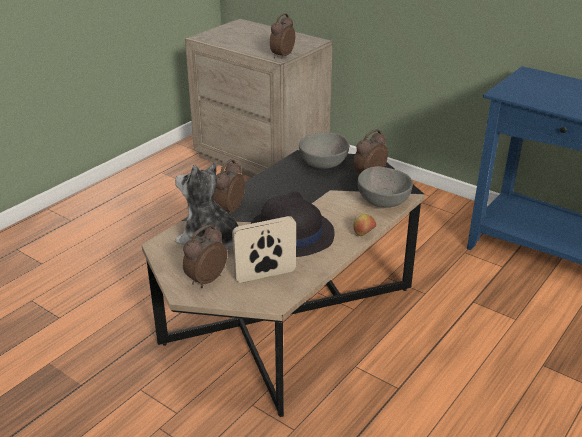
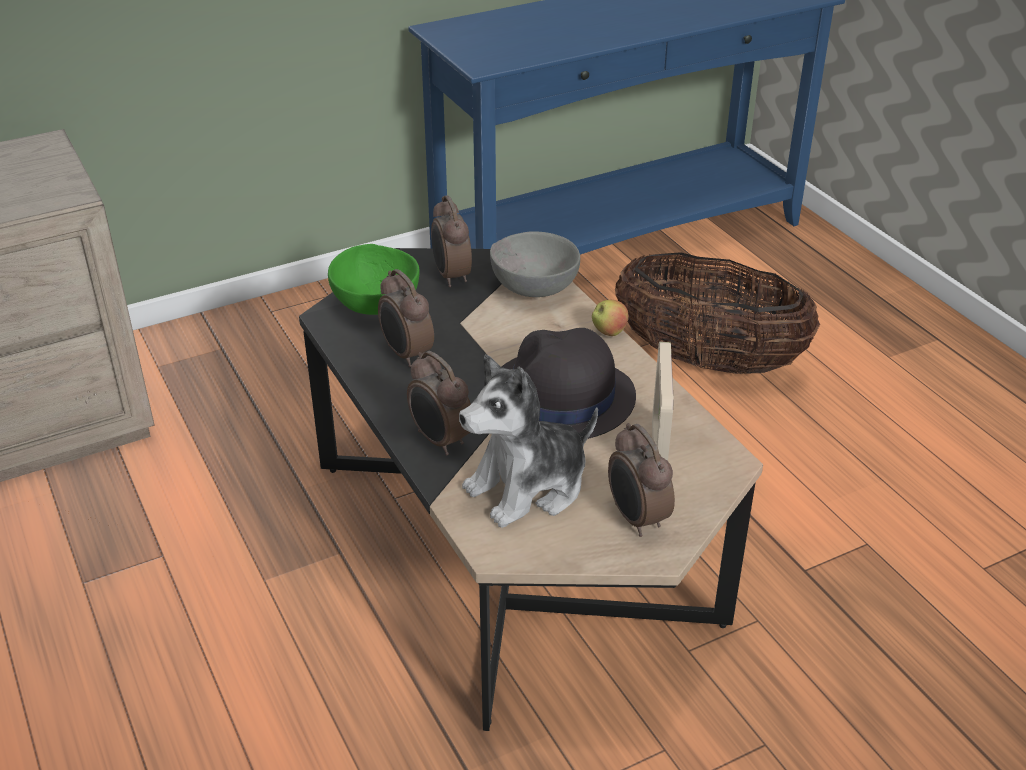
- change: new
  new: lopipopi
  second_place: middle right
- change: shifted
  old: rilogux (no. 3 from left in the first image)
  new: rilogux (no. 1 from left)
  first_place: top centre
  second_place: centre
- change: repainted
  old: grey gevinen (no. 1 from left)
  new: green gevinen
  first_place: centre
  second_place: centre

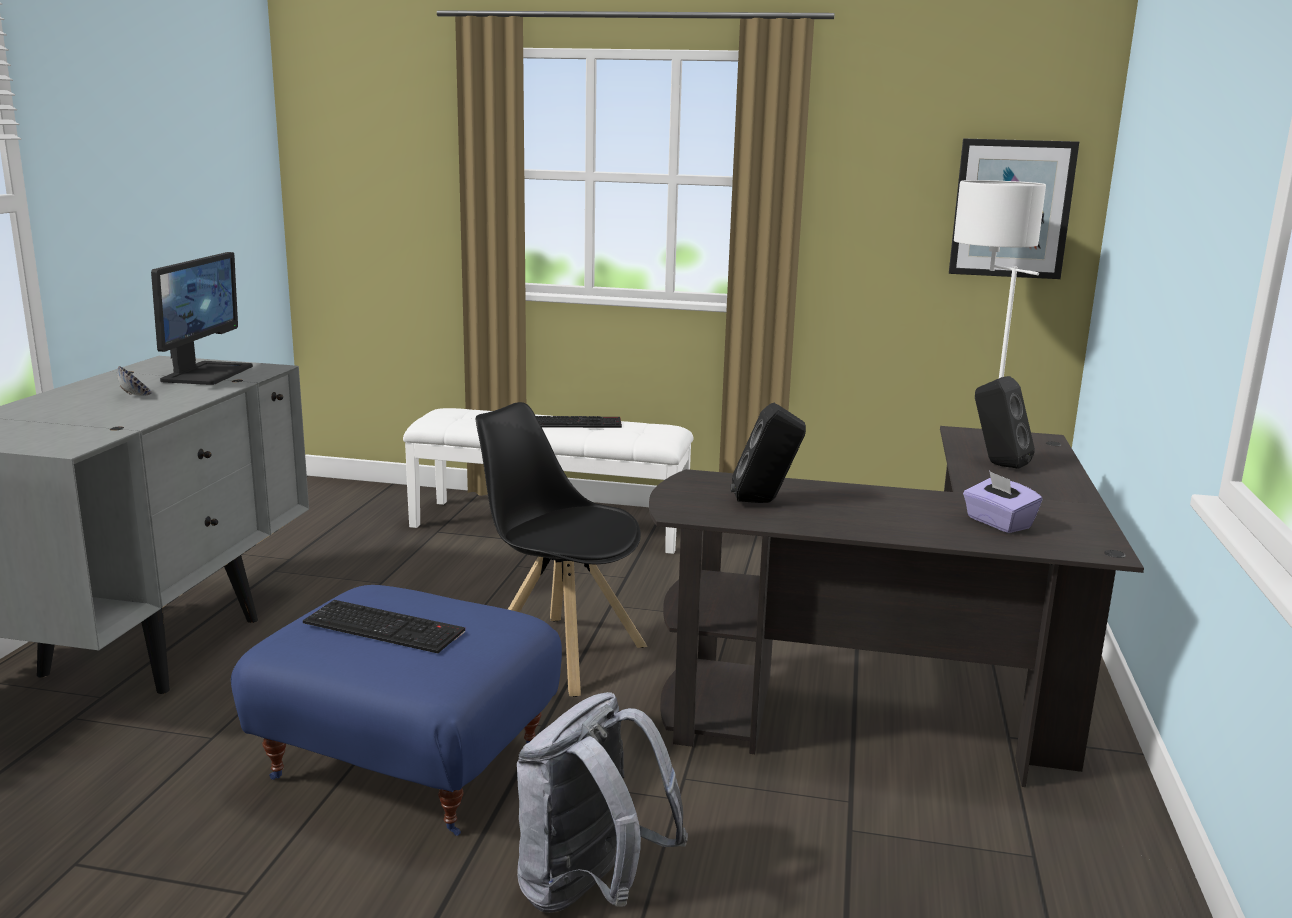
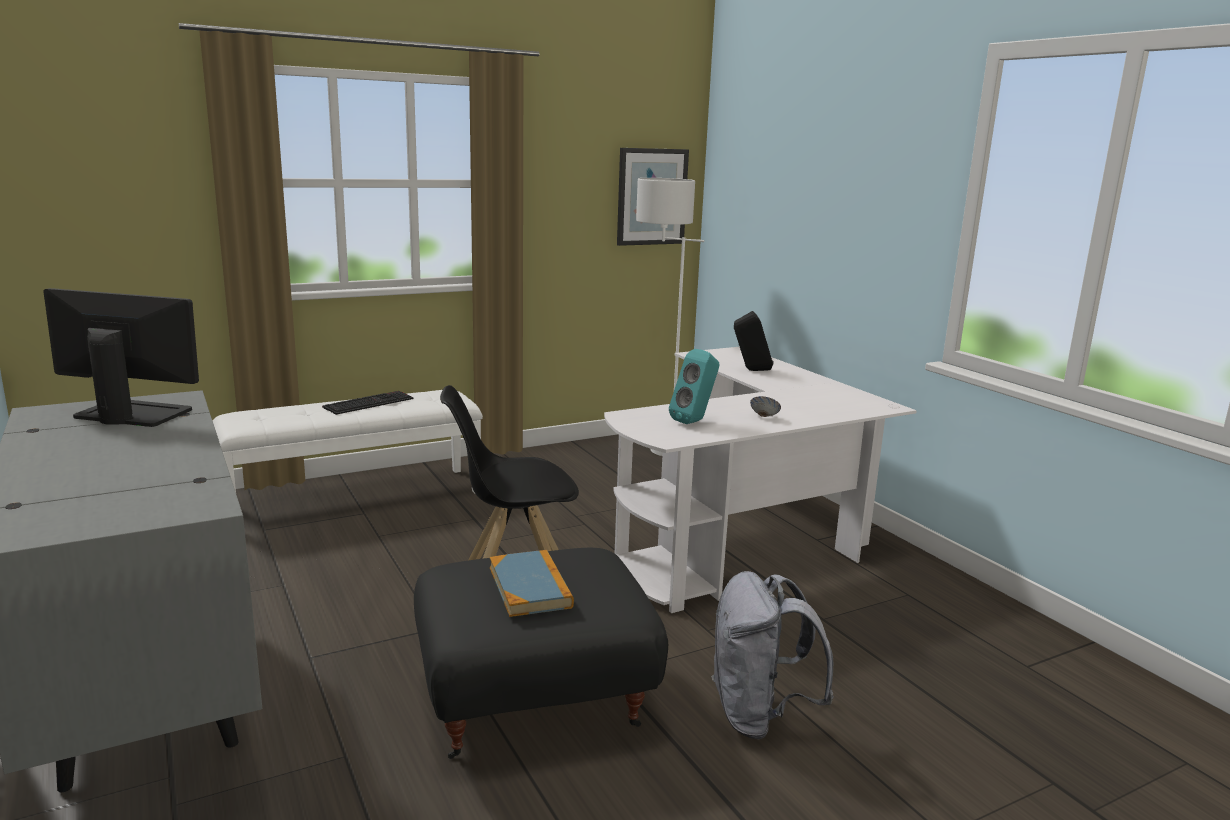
- change: gone
  old: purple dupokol
  first_place: middle right
- change: shifted
  old: gevinen
  first_place: middle left
  second_place: centre
- change: swapped
  old: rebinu (no. 1 from left)
  new: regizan
  first_place: bottom left
  second_place: bottom centre
- change: repainted
  old: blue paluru
  new: black paluru
  first_place: bottom left
  second_place: bottom centre
- change: repainted
  old: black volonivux
  new: white volonivux
  first_place: middle right
  second_place: centre
- change: repainted
  old: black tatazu (no. 1 from left)
  new: turquoise tatazu
  first_place: centre
  second_place: centre
- change: rotated
  old: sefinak
  first_place: middle left
  second_place: middle left
  degrees: -45

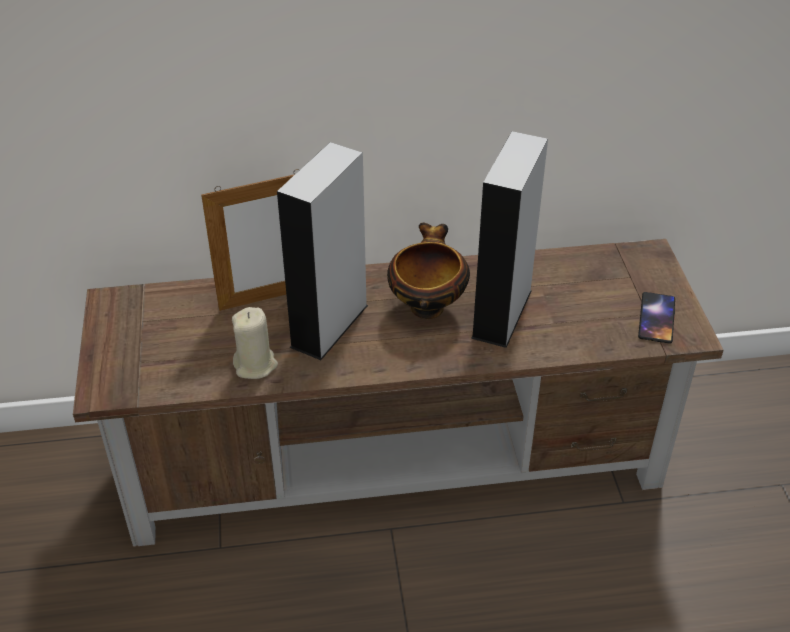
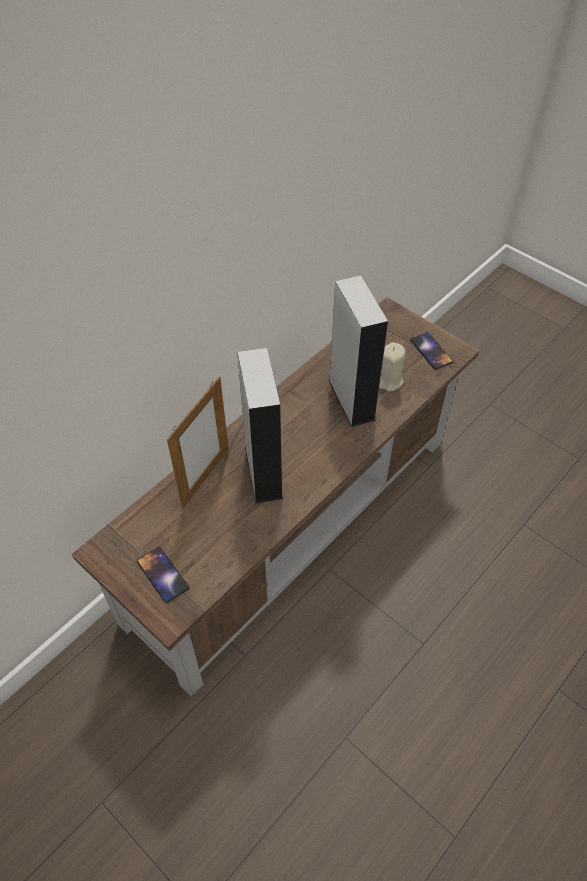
- change: gone
  old: gevinen
  first_place: centre
- change: new
  new: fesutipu (no. 1 from left)
  second_place: middle left
- change: shifted
  old: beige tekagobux
  first_place: middle left
  second_place: middle right

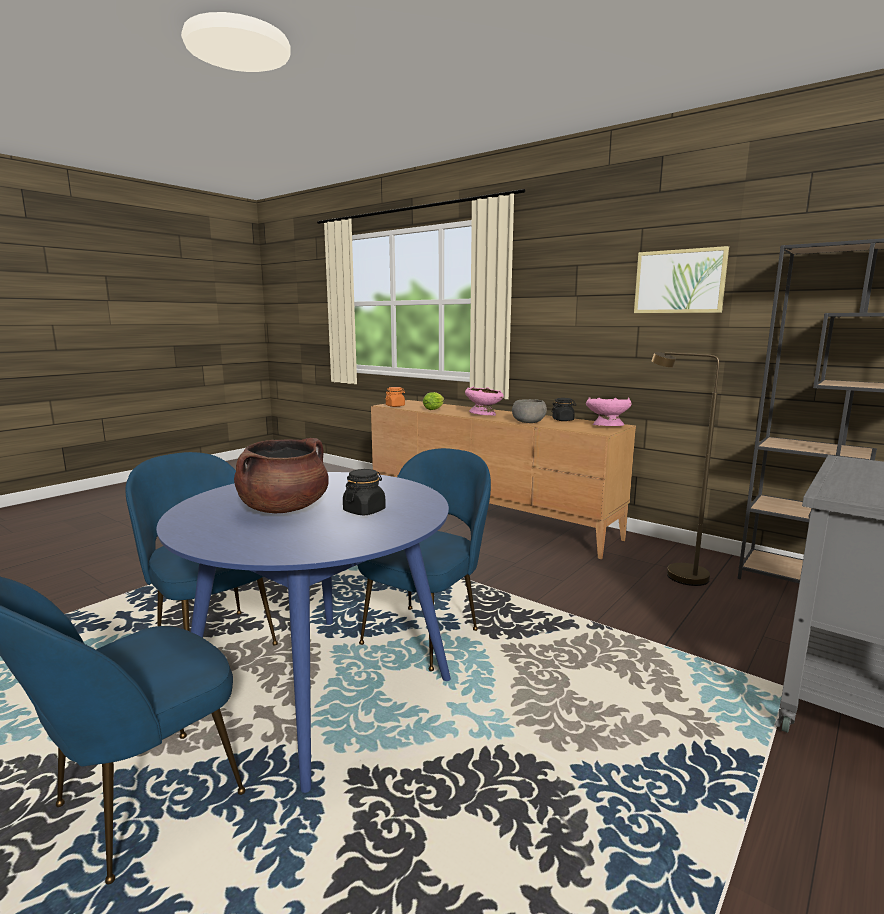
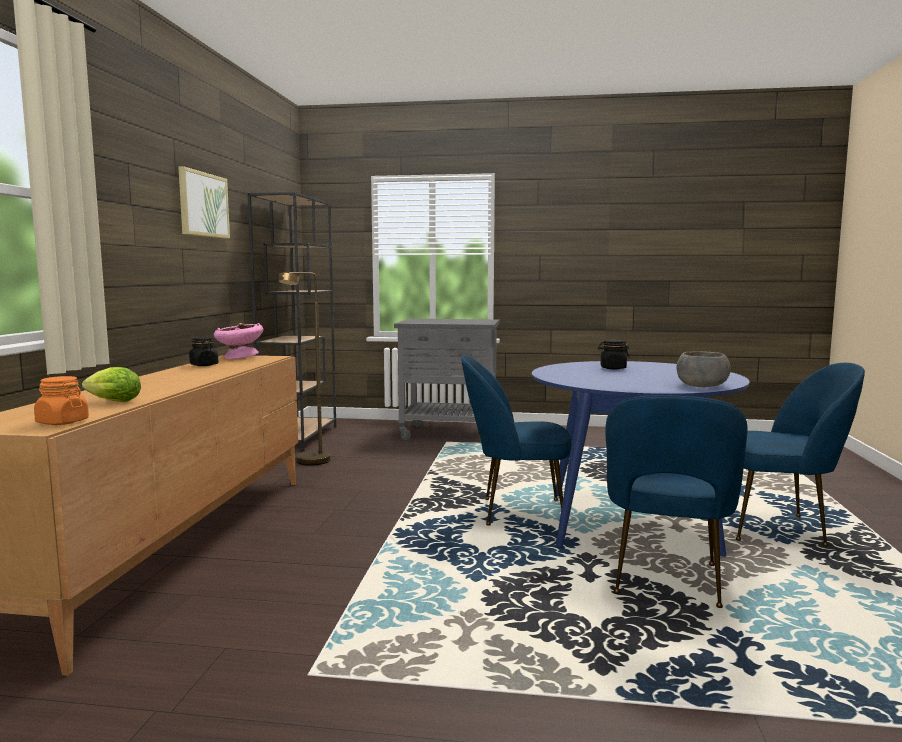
- change: gone
  old: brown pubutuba
  first_place: middle left
- change: gone
  old: pink gevinen (no. 1 from left)
  first_place: centre
- change: shifted
  old: grey gevinen
  first_place: centre
  second_place: middle right

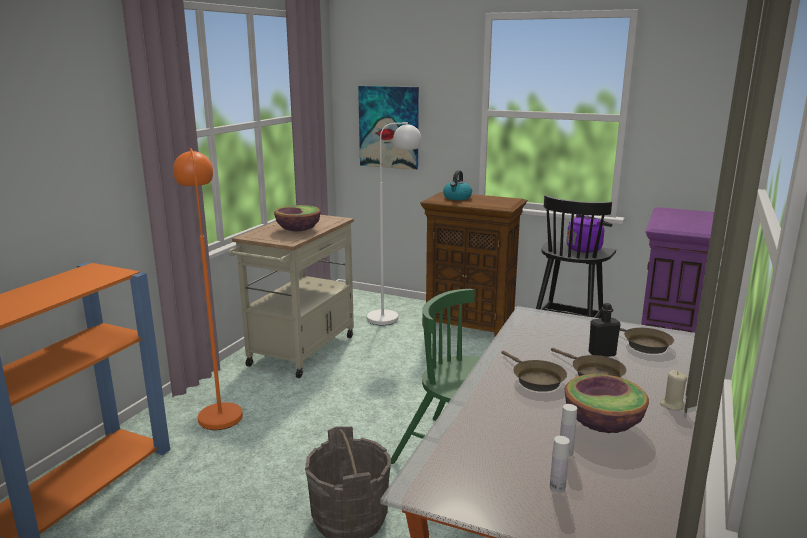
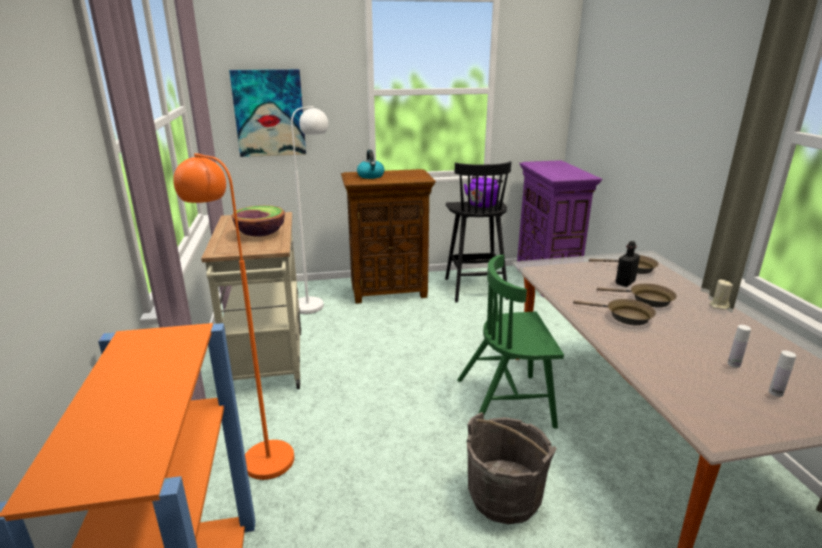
- change: gone
  old: gevinen (no. 2 from left)
  first_place: bottom right

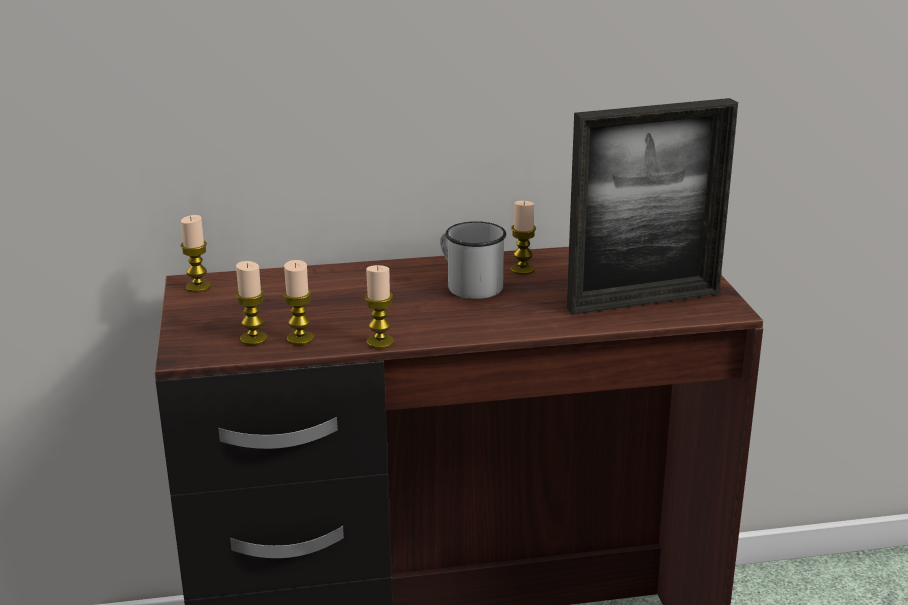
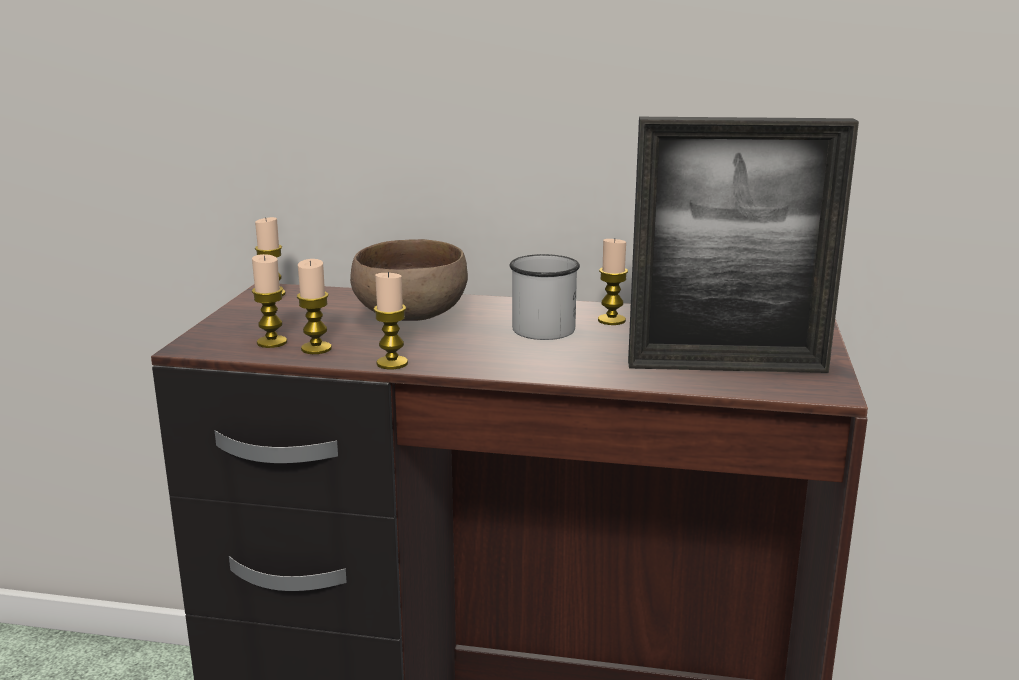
- change: new
  new: brown gevinen
  second_place: centre

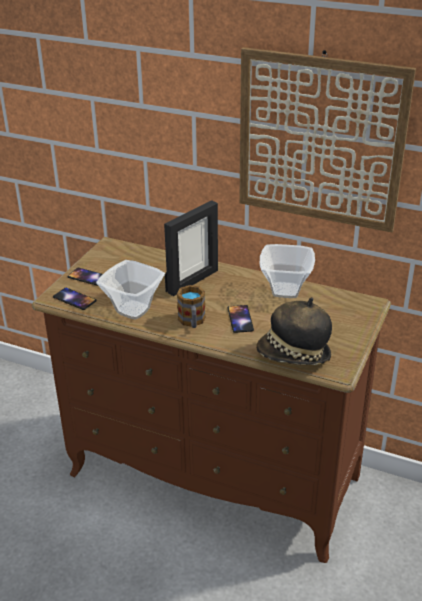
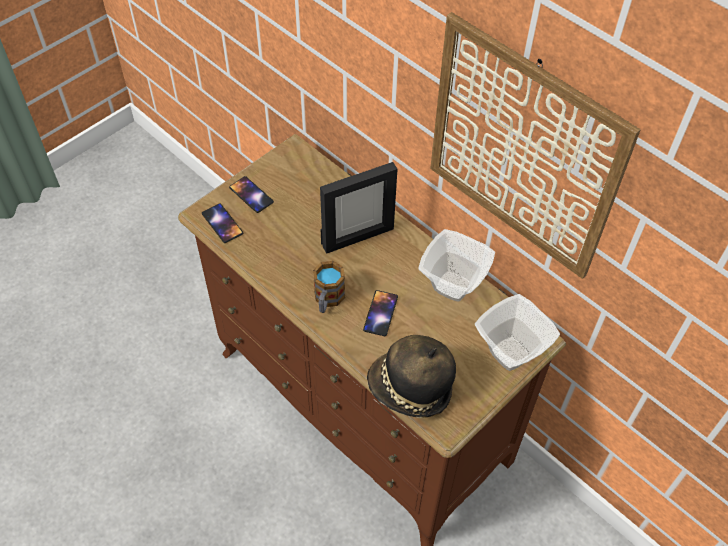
- change: shifted
  old: gevinen (no. 1 from left in the first image)
  new: gevinen (no. 2 from left)
  first_place: middle left
  second_place: middle right

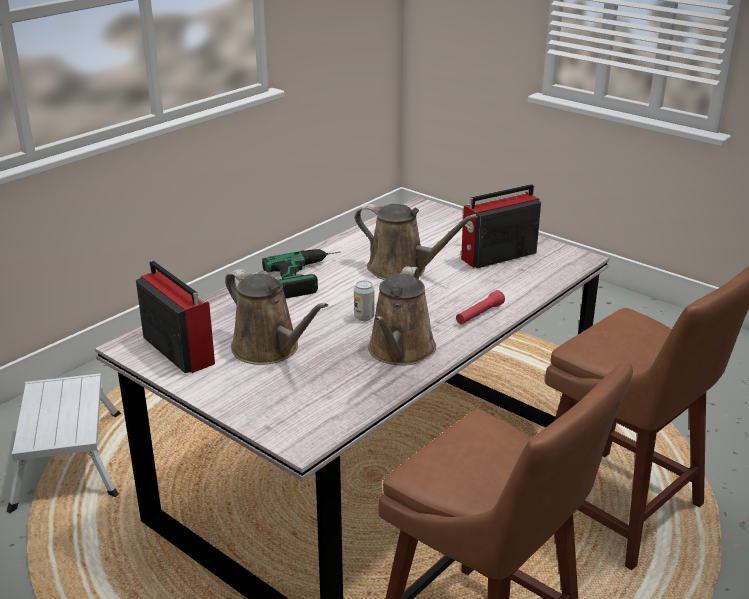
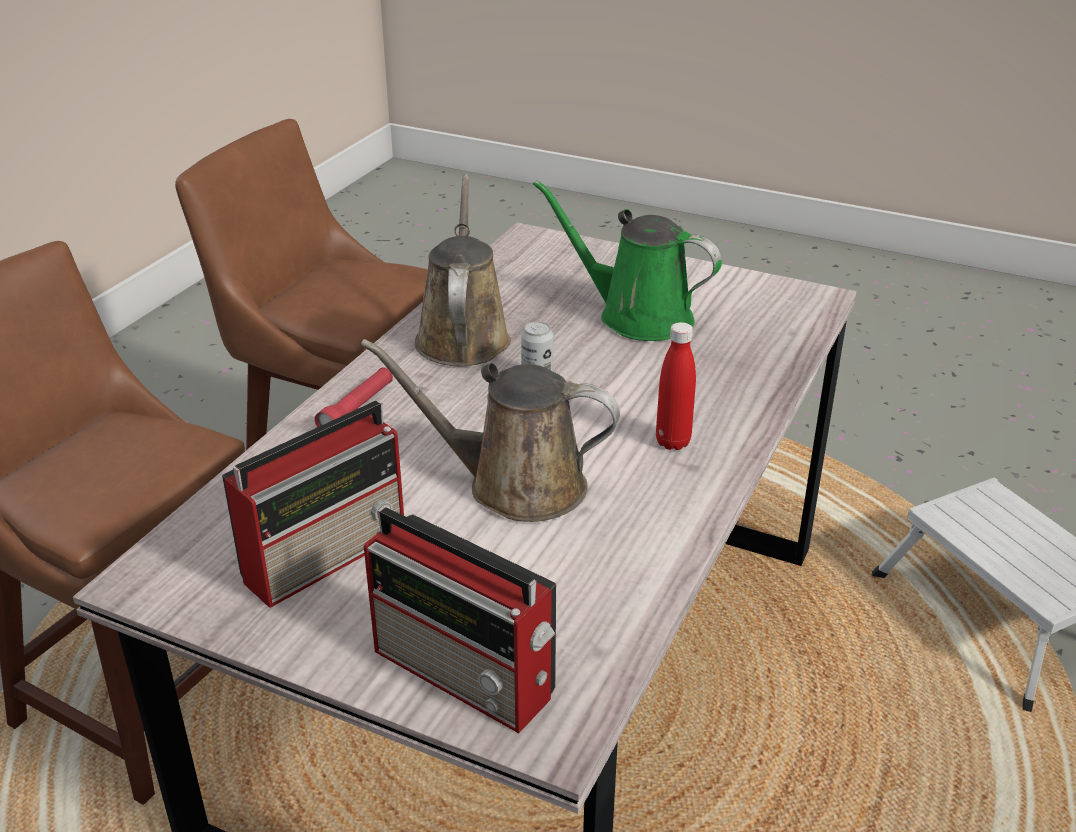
- change: shifted
  old: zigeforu (no. 1 from left in the first image)
  new: zigeforu (no. 2 from left)
  first_place: middle left
  second_place: bottom centre
- change: swapped
  old: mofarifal
  new: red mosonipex
  first_place: centre
  second_place: centre
- change: repainted
  old: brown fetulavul (no. 1 from left)
  new: green fetulavul
  first_place: centre
  second_place: top centre

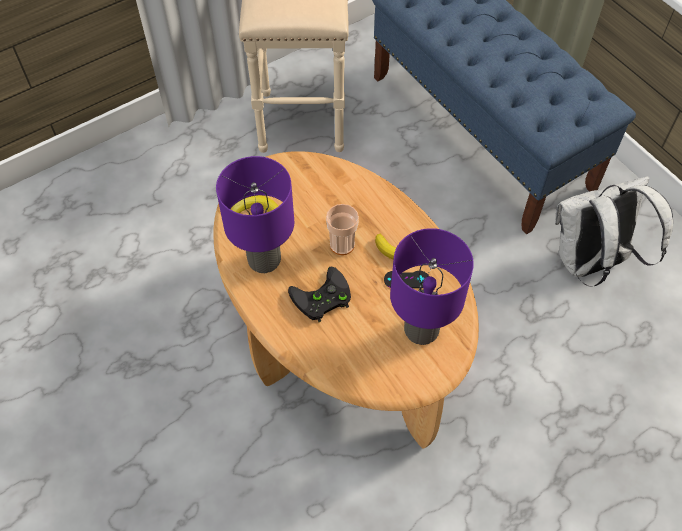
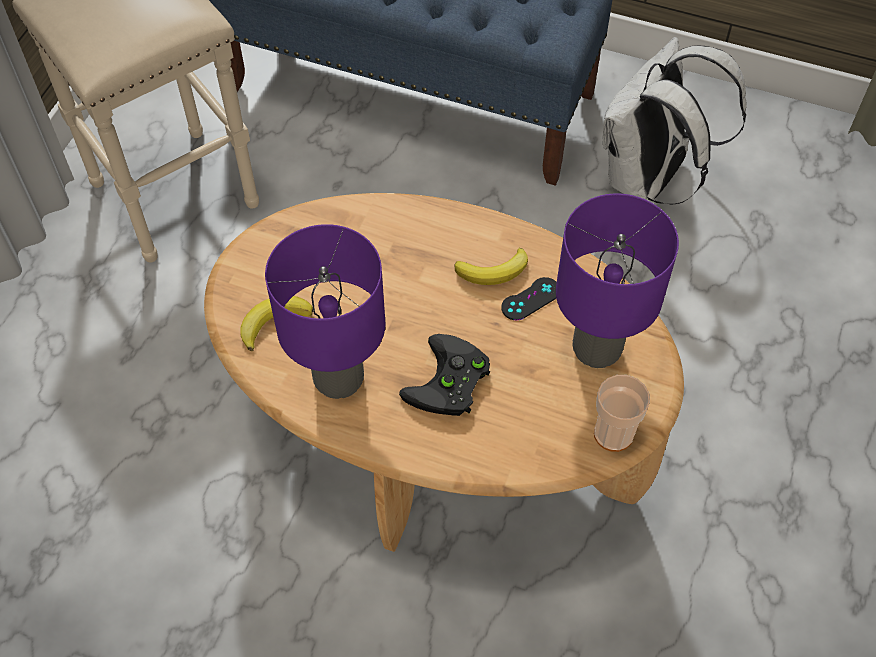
- change: shifted
  old: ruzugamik
  first_place: centre
  second_place: middle right

